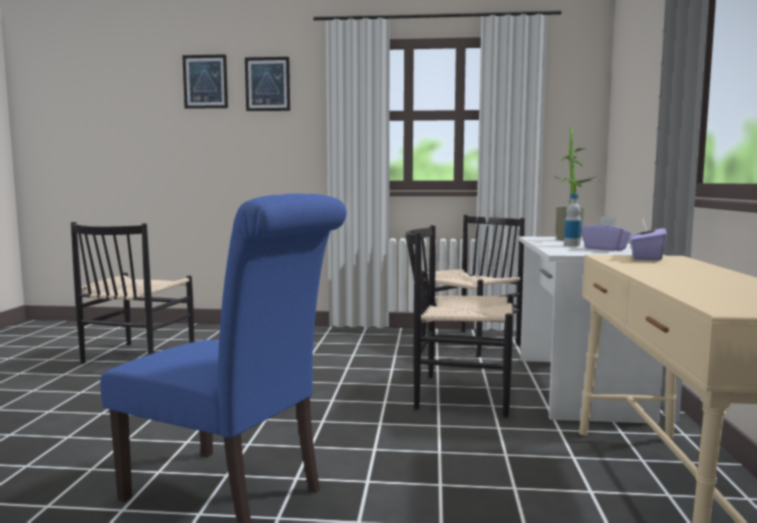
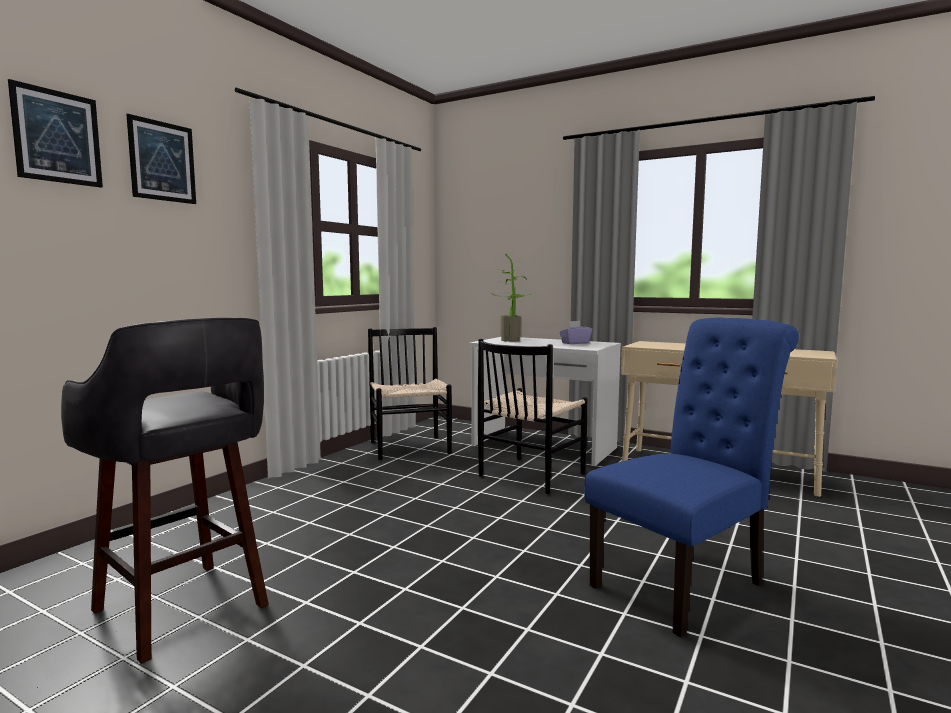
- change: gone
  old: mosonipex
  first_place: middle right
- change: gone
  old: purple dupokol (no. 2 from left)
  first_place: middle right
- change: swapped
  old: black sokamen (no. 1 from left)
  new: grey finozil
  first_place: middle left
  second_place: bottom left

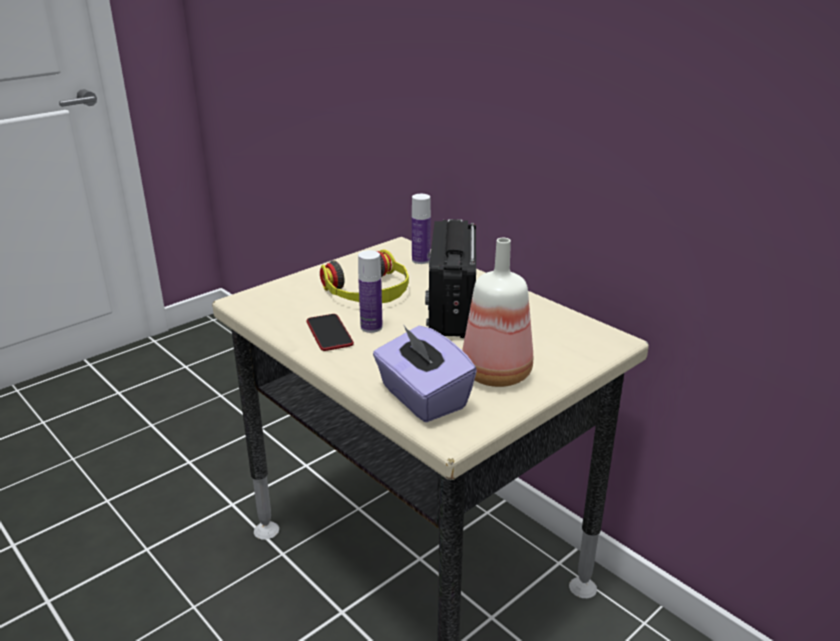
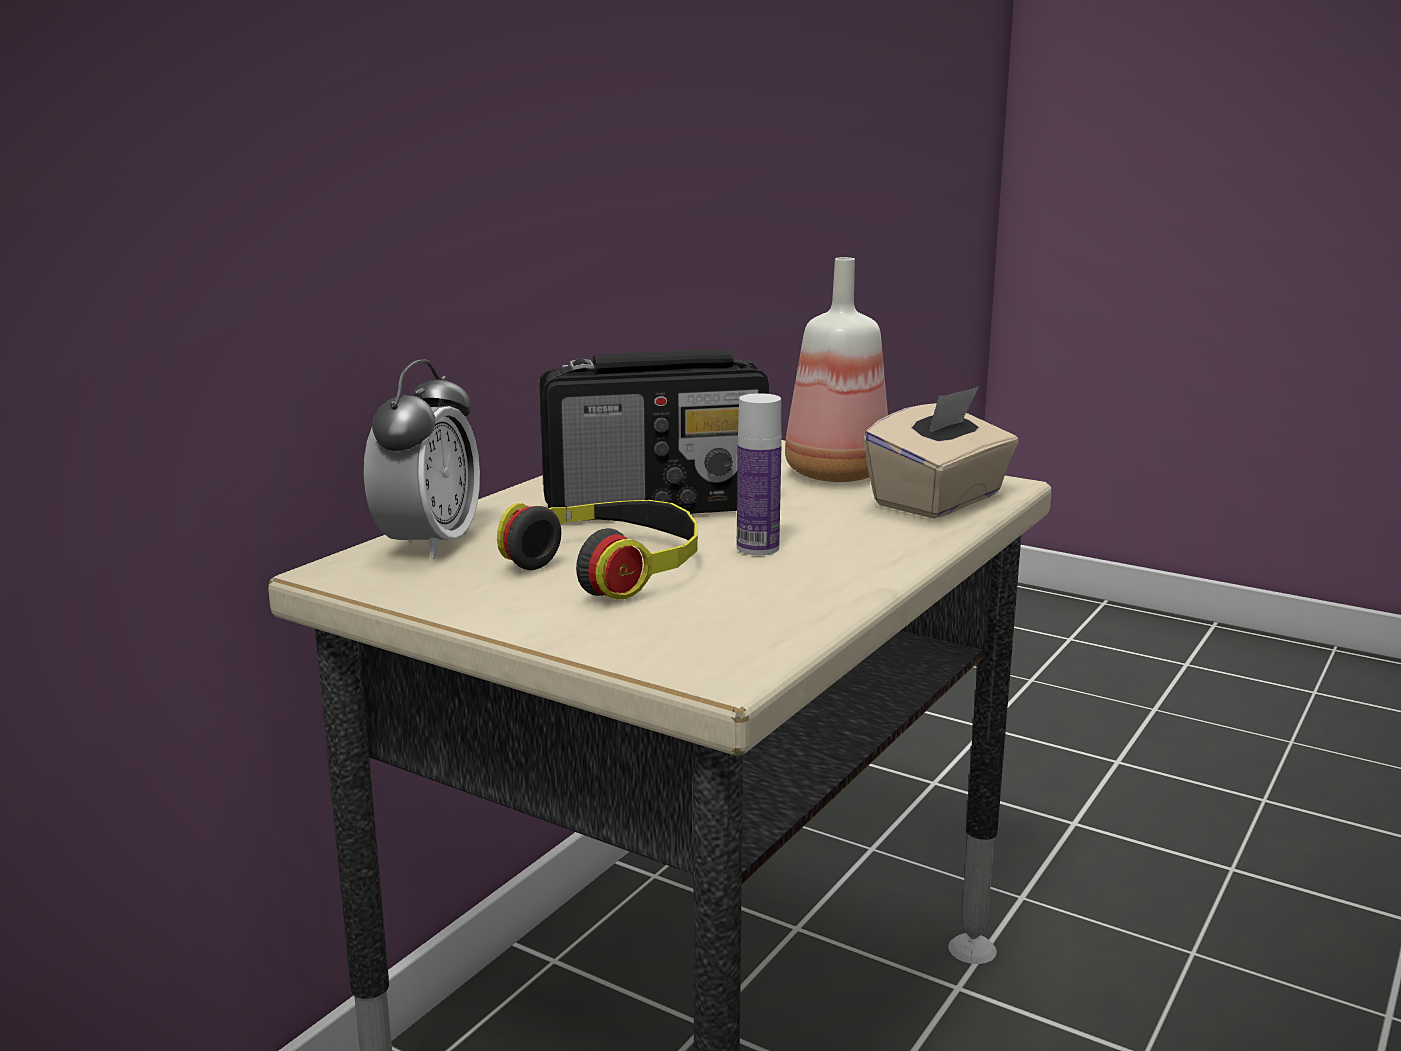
- change: gone
  old: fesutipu
  first_place: centre
- change: swapped
  old: mosonipex (no. 2 from left)
  new: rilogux
  first_place: centre
  second_place: middle left
- change: repainted
  old: purple dupokol
  new: beige dupokol
  first_place: centre
  second_place: middle right

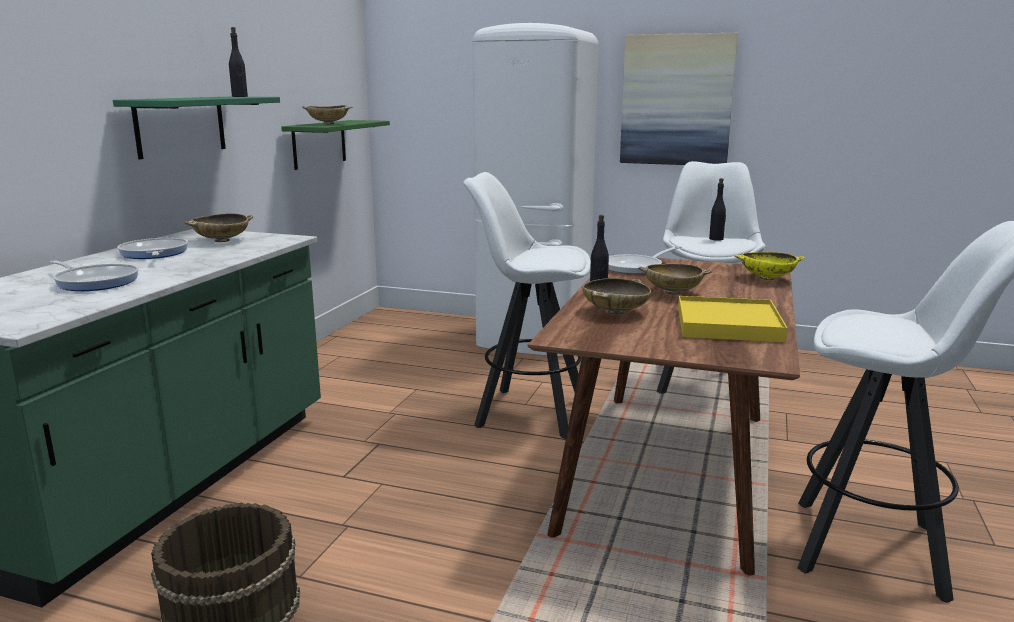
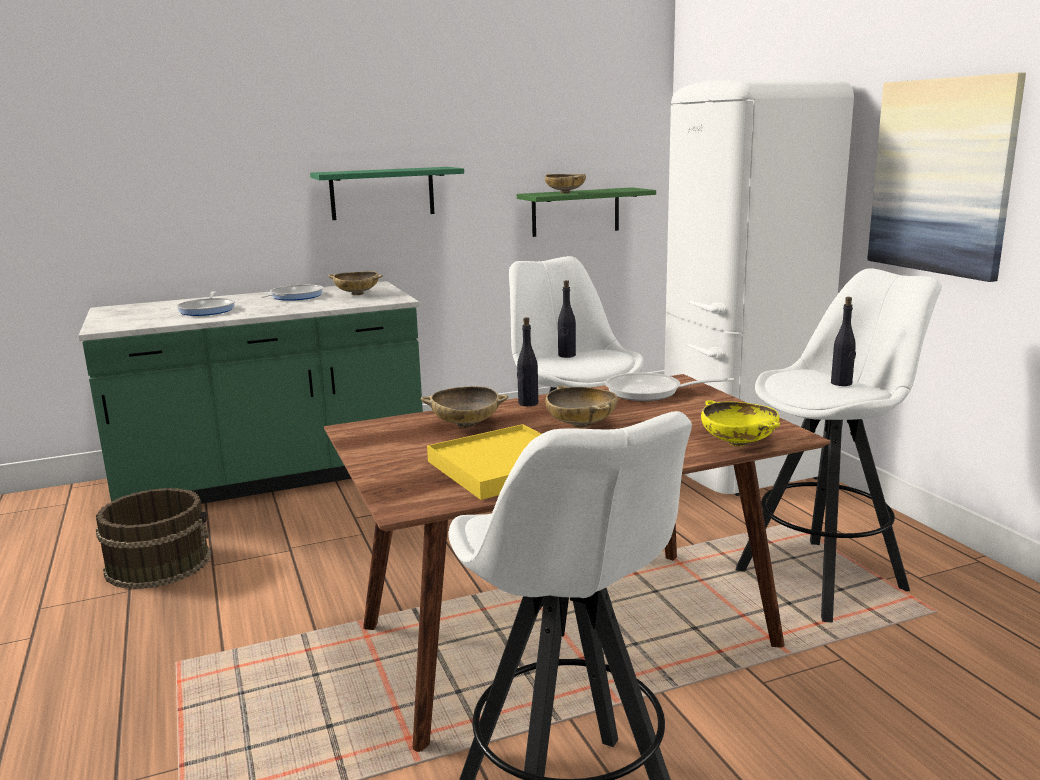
- change: shifted
  old: black mosonipex (no. 1 from left in the first image)
  new: black mosonipex (no. 2 from left)
  first_place: top left
  second_place: centre

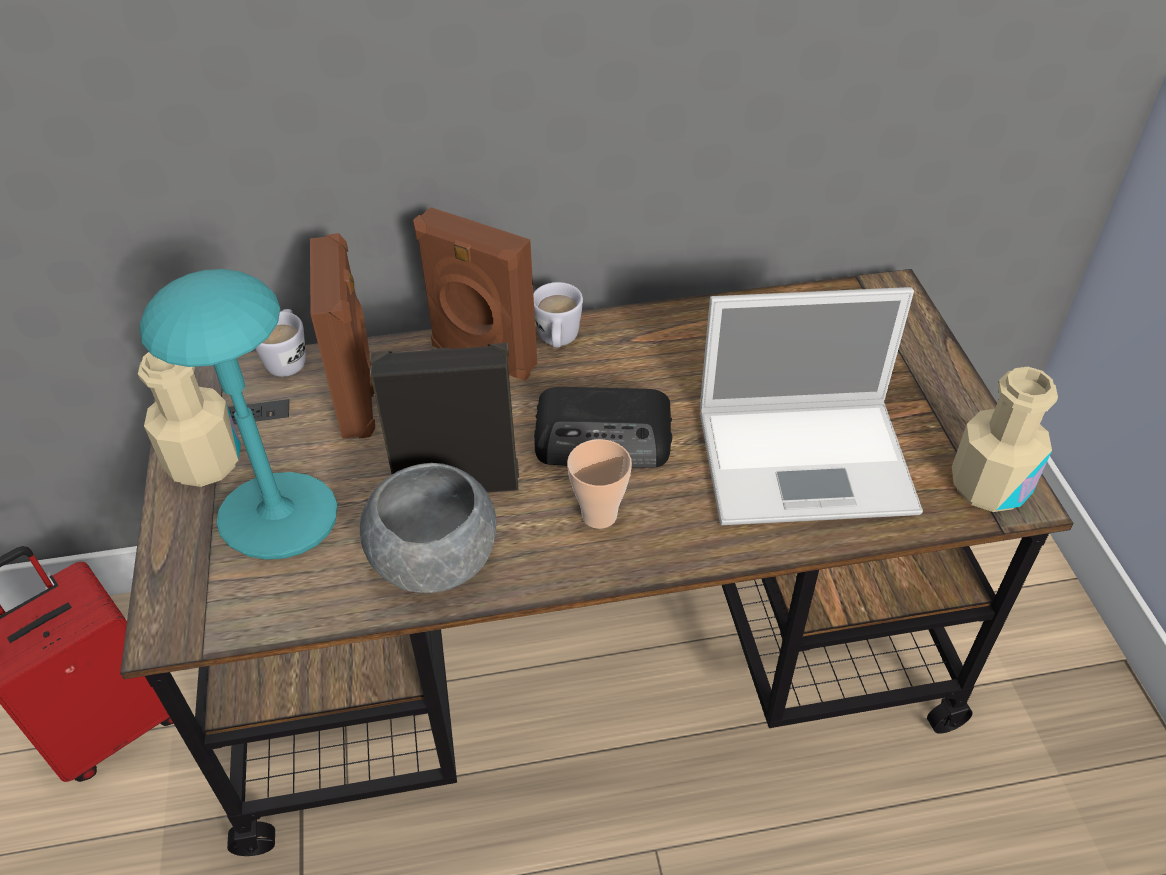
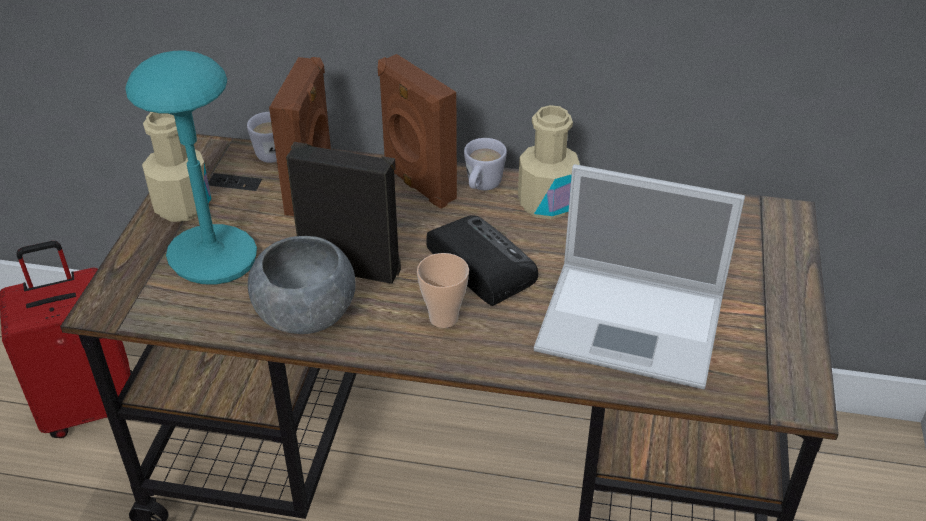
- change: shifted
  old: beige mosonipex (no. 2 from left)
  first_place: middle right
  second_place: top centre
- change: rotated
  old: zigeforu
  first_place: centre
  second_place: centre
  degrees: -150

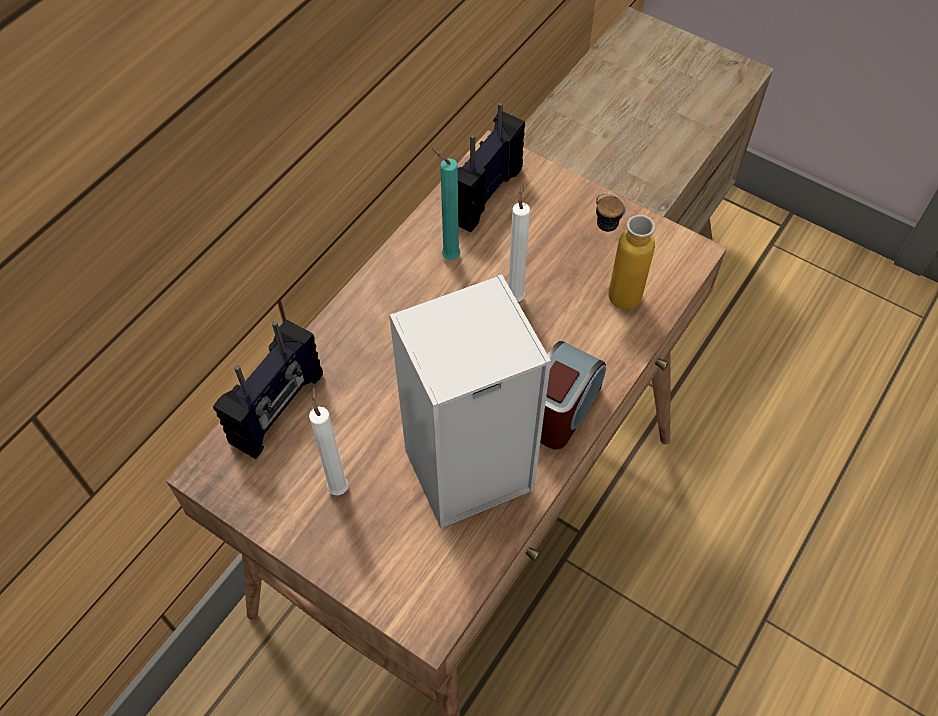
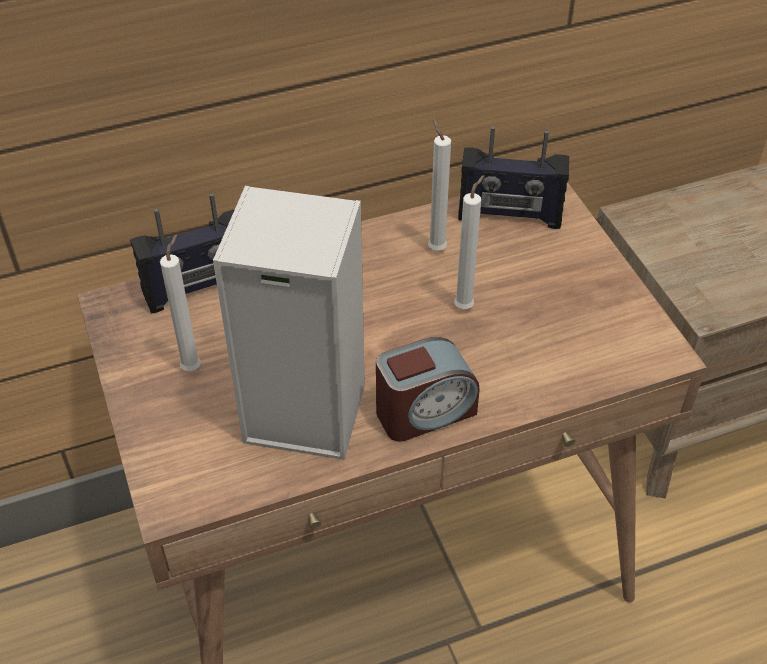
- change: gone
  old: mosonipex
  first_place: centre
- change: repainted
  old: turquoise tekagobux
  new: white tekagobux (no. 2 from left)
  first_place: top centre
  second_place: top centre
- change: rotated
  old: zigeforu (no. 2 from left)
  first_place: top centre
  second_place: top right
  degrees: -150

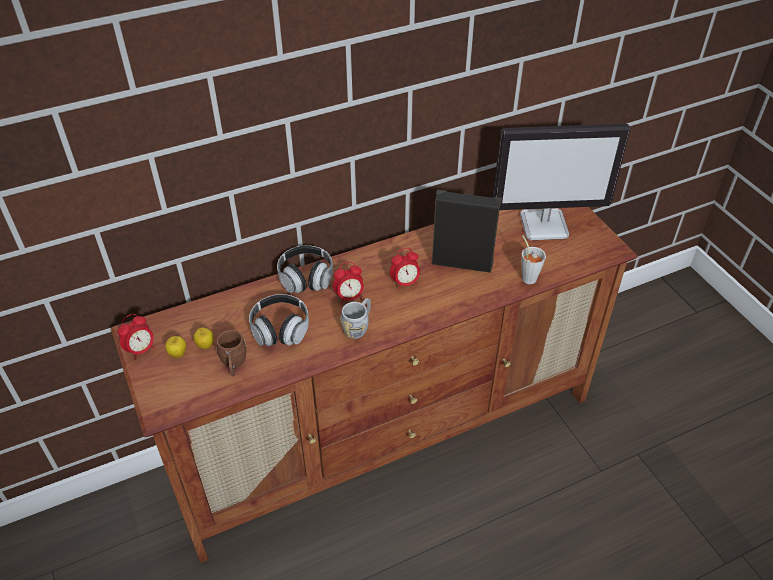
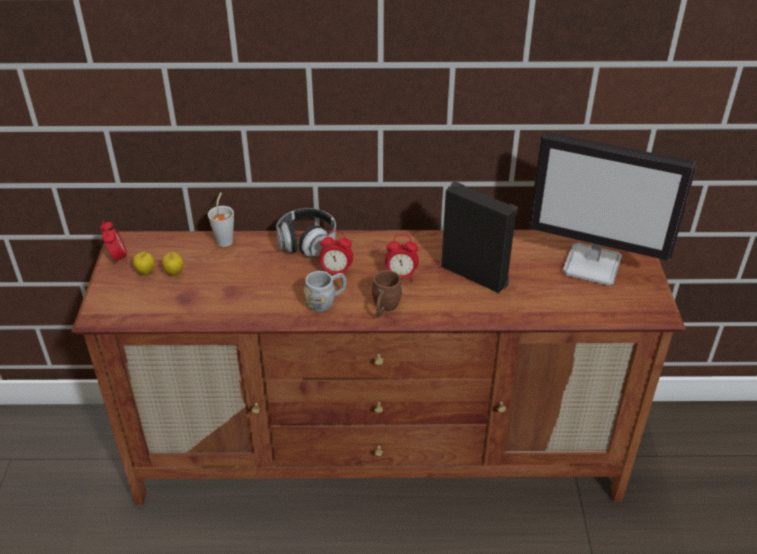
- change: gone
  old: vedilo (no. 1 from left)
  first_place: centre
- change: shifted
  old: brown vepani
  first_place: middle left
  second_place: centre
- change: shifted
  old: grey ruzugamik
  first_place: middle right
  second_place: middle left
- change: rotated
  old: rilogux (no. 1 from left)
  first_place: middle left
  second_place: middle left
  degrees: -90

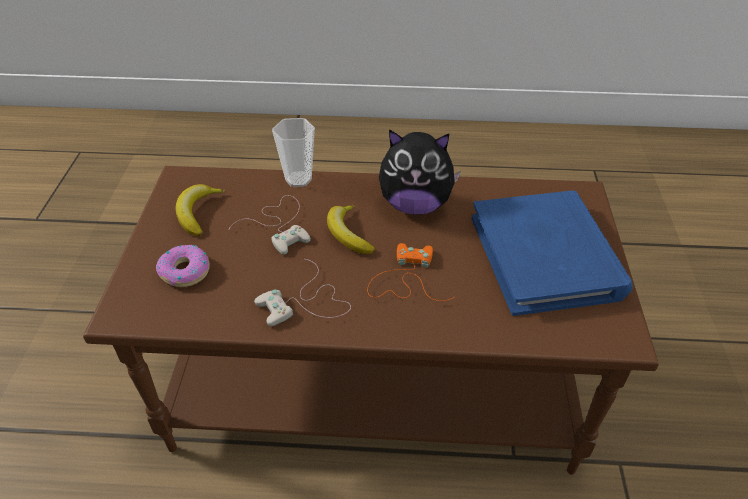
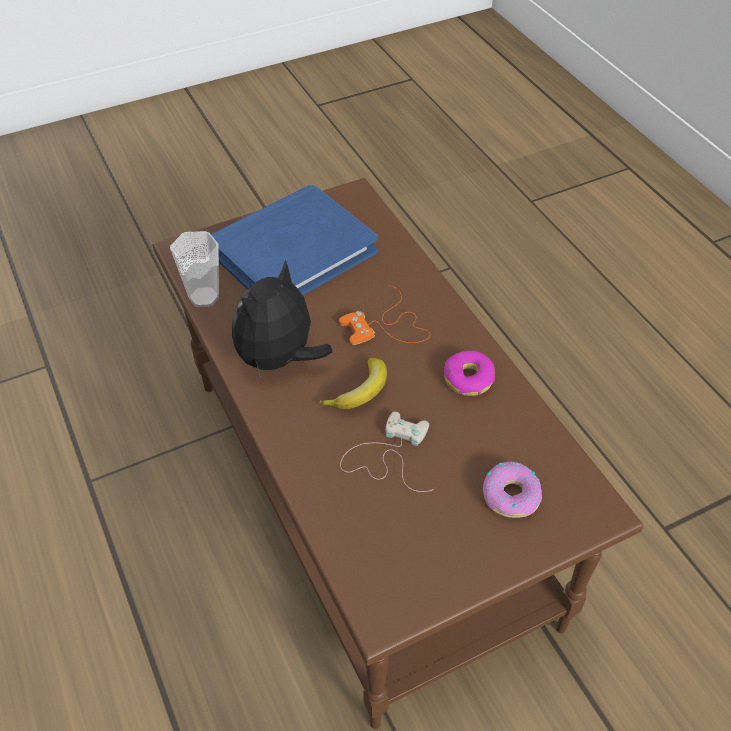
- change: gone
  old: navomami (no. 1 from left)
  first_place: middle left
- change: shifted
  old: ruzugamik
  first_place: top centre
  second_place: middle left
- change: swapped
  old: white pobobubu (no. 2 from left)
  new: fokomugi (no. 1 from left)
  first_place: centre
  second_place: centre
- change: rotated
  old: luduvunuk
  first_place: centre
  second_place: centre
  degrees: -120

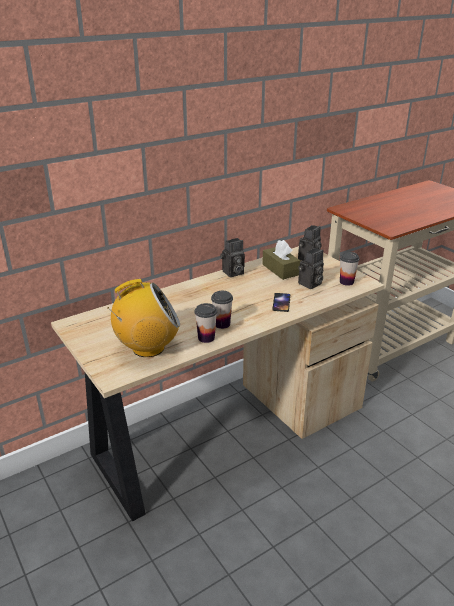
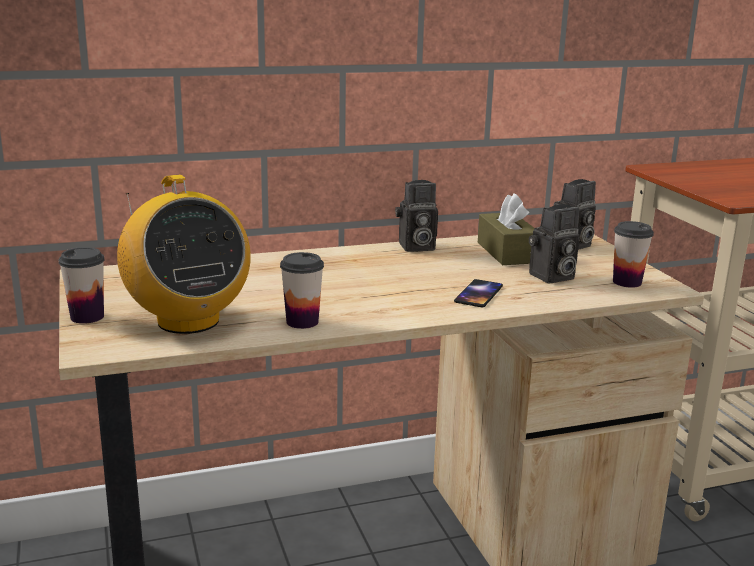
- change: shifted
  old: ruzugamik (no. 2 from left in the first image)
  new: ruzugamik (no. 1 from left)
  first_place: centre
  second_place: middle left
- change: rotated
  old: zigeforu
  first_place: middle left
  second_place: middle left
  degrees: 60

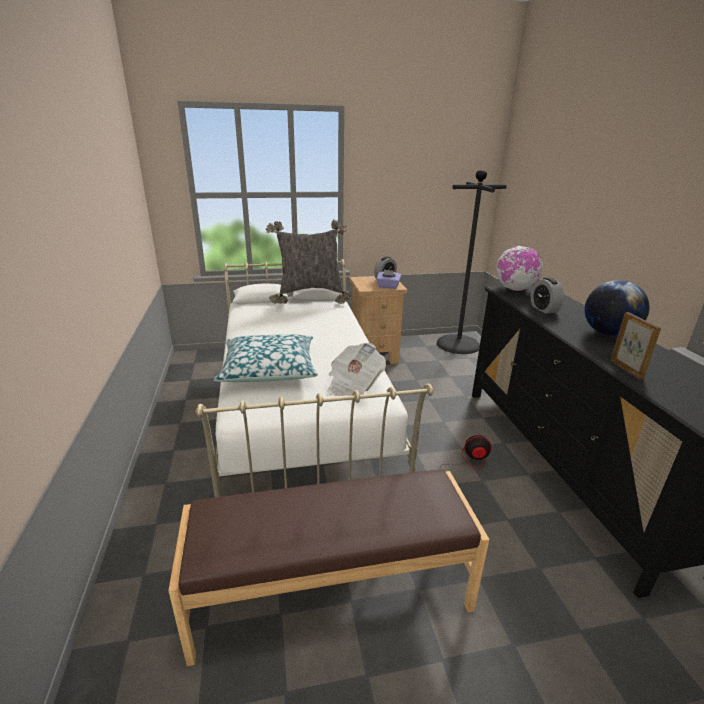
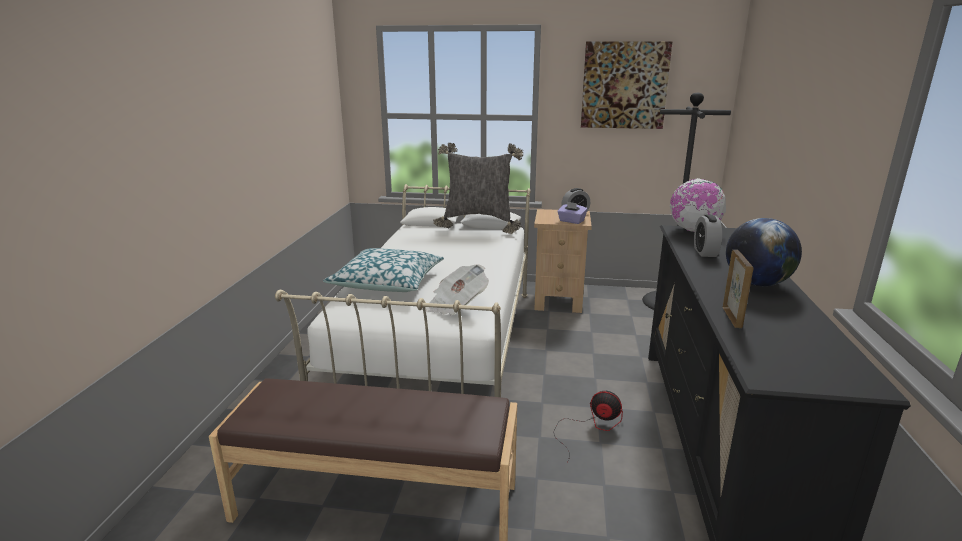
- change: new
  new: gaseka
  second_place: top centre

